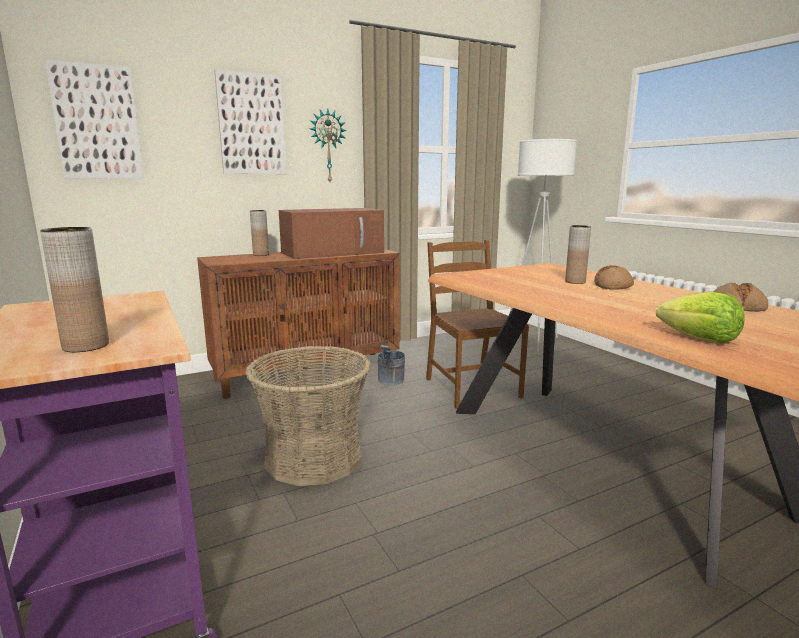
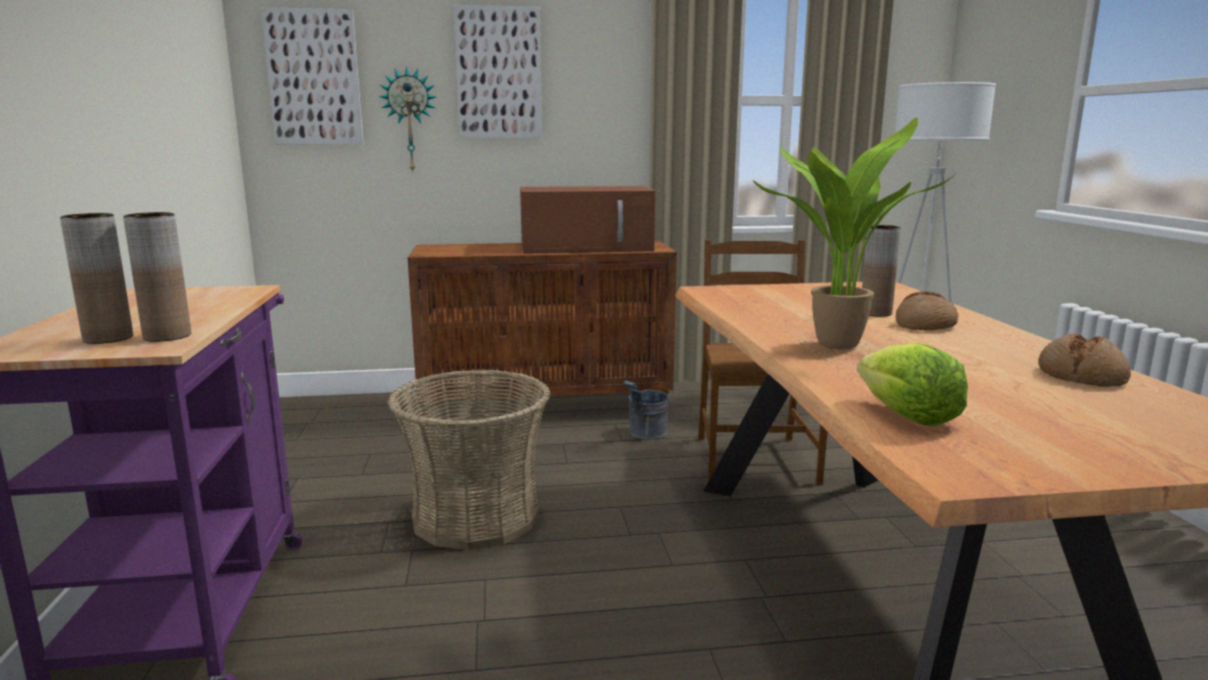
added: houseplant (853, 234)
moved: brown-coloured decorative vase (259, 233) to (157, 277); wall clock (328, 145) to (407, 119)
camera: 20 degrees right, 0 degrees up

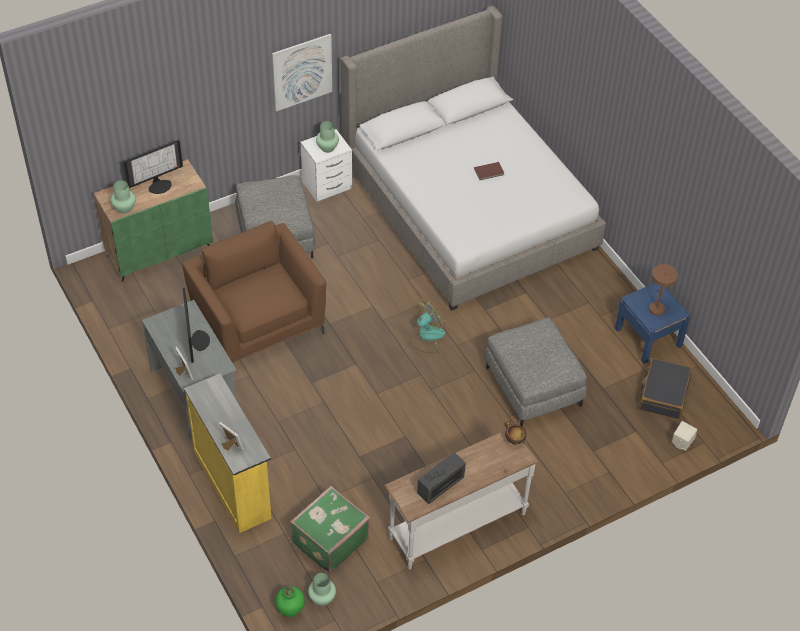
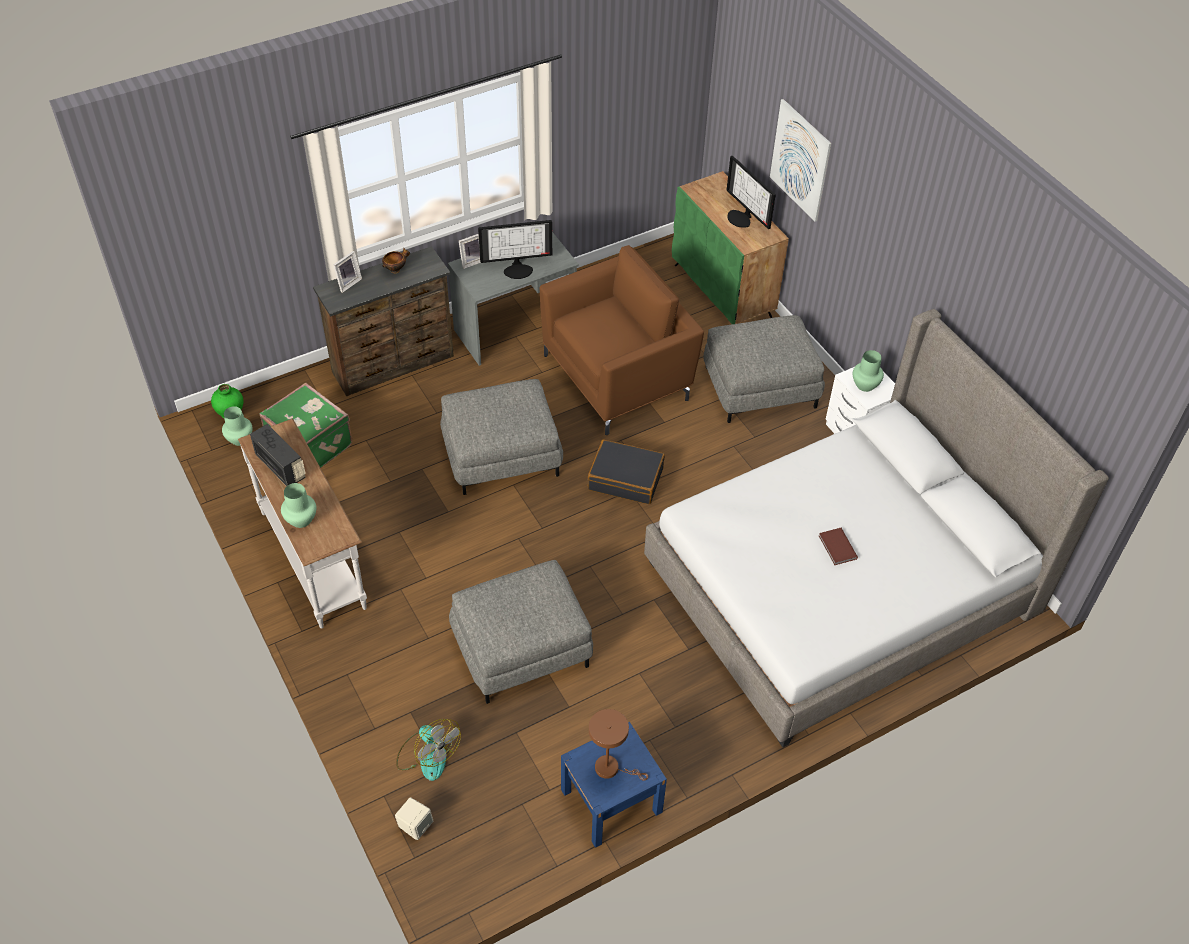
added: grey ottoman (501, 437)
moved: green decorative vase (123, 197) to (298, 505); wall art (302, 72) to (800, 160); cooling fan (427, 326) to (428, 750); bowl (515, 433) to (396, 261); black travel case (665, 388) to (626, 472)
recoloured: yellow-coloured chest of drawers (228, 453) to brown-coloured chest of drawers (383, 321)
camera: 90 degrees right, 0 degrees up

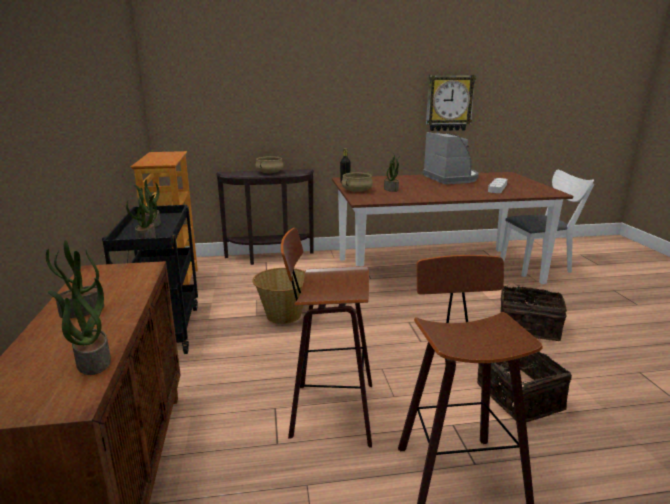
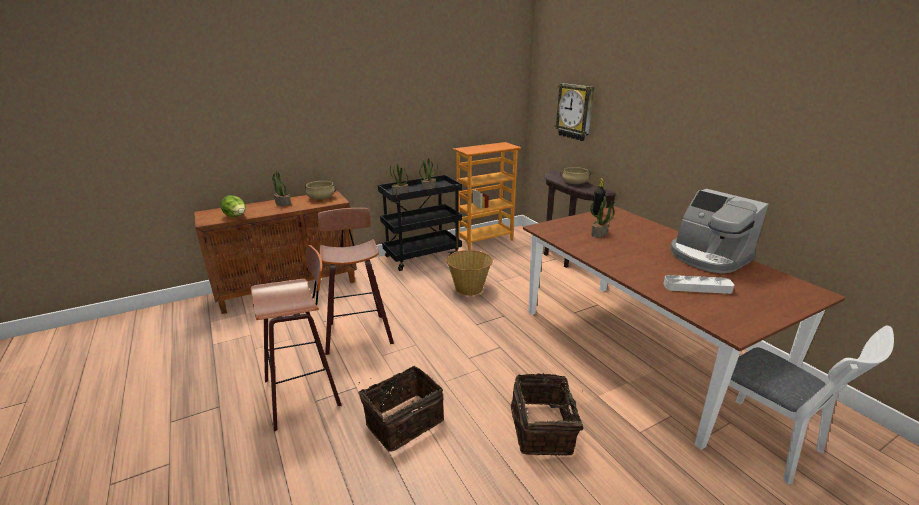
moved: beige-coloured cooking pot (357, 182) to (320, 190); wall clock (451, 103) to (574, 112)
replaced: houseplant (79, 325) to head of lettuce (233, 206)
turned: coffee machine (451, 158) = (719, 231) 90 degrees clockwise
camera: 70 degrees right, 5 degrees up

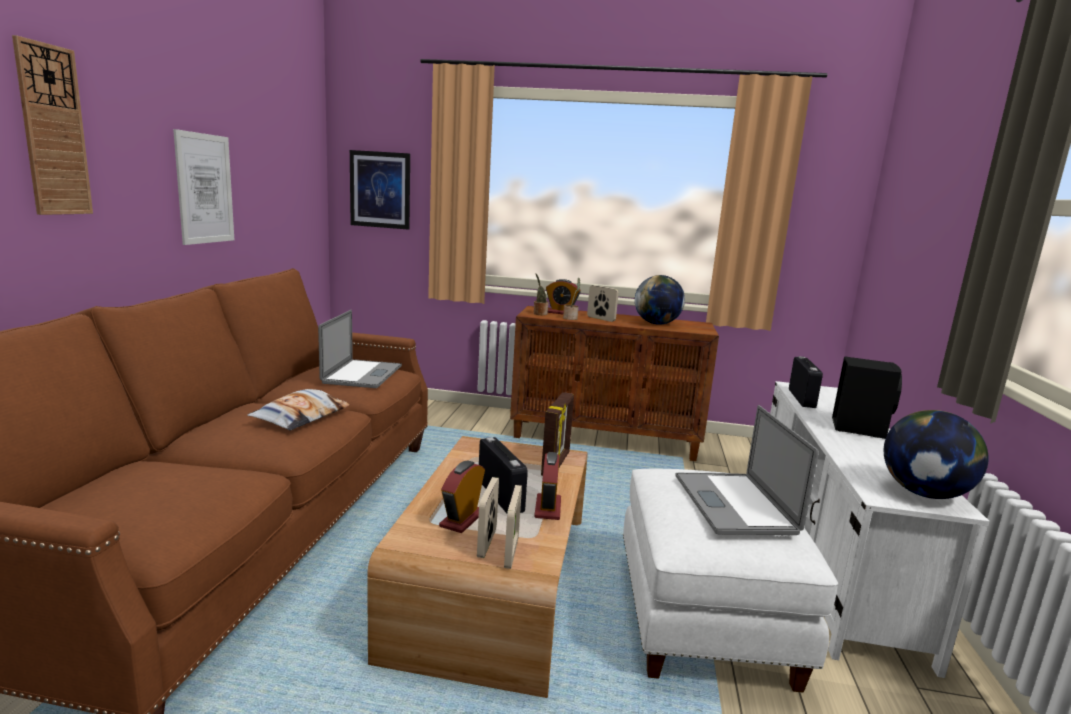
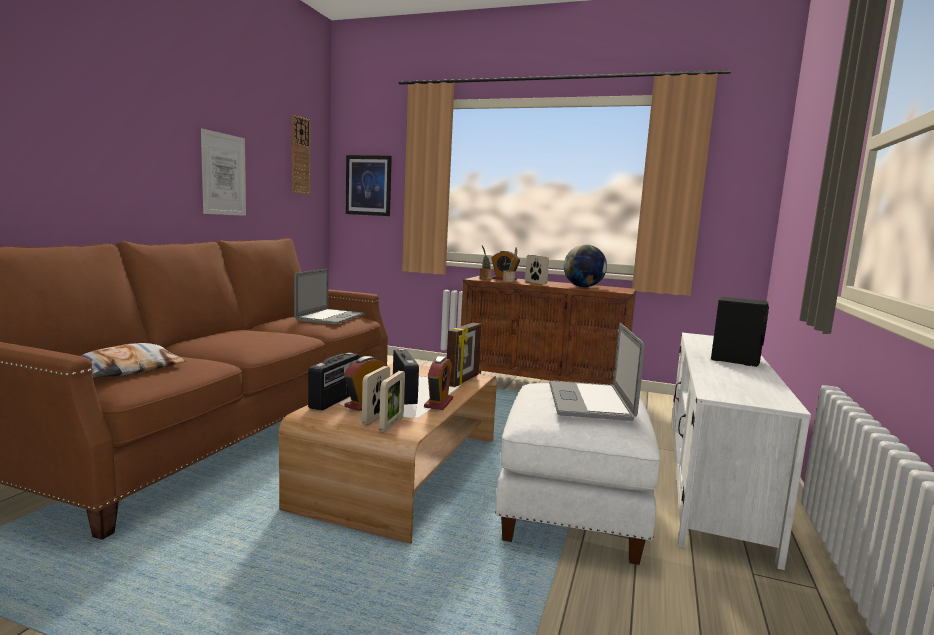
removed: globe (936, 454)
moved: wall clock (52, 125) to (301, 155); throw pillow (299, 410) to (133, 361); radio (806, 382) to (333, 382)
camera: 10 degrees right, 5 degrees down

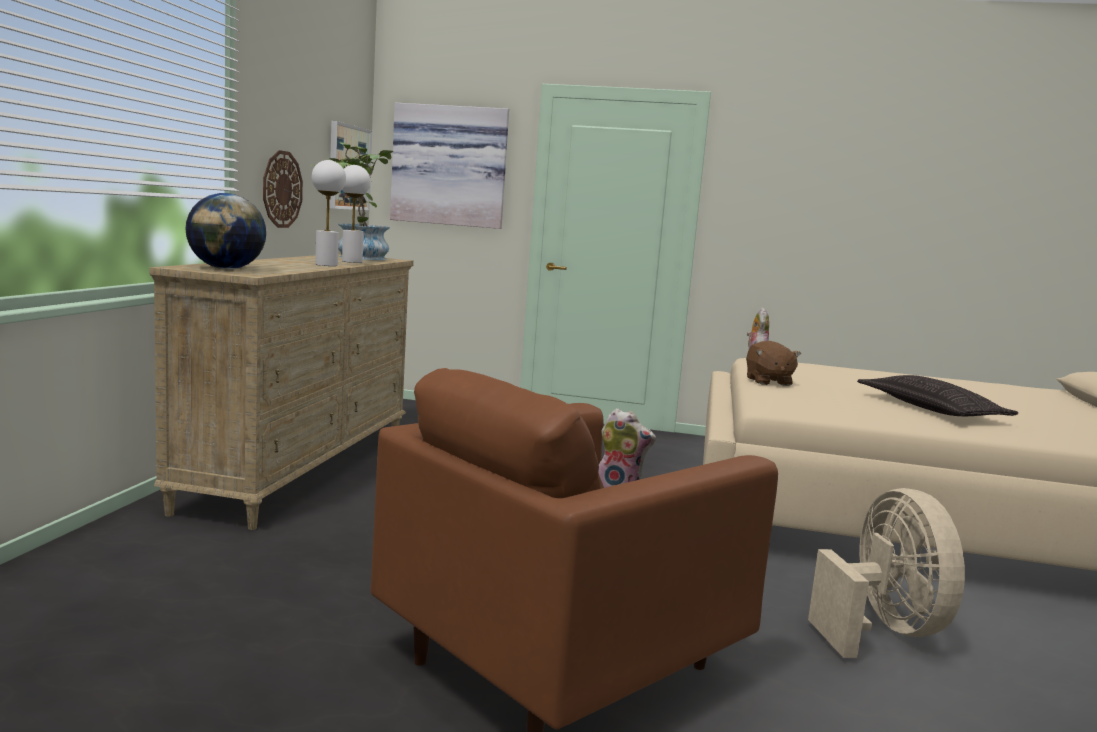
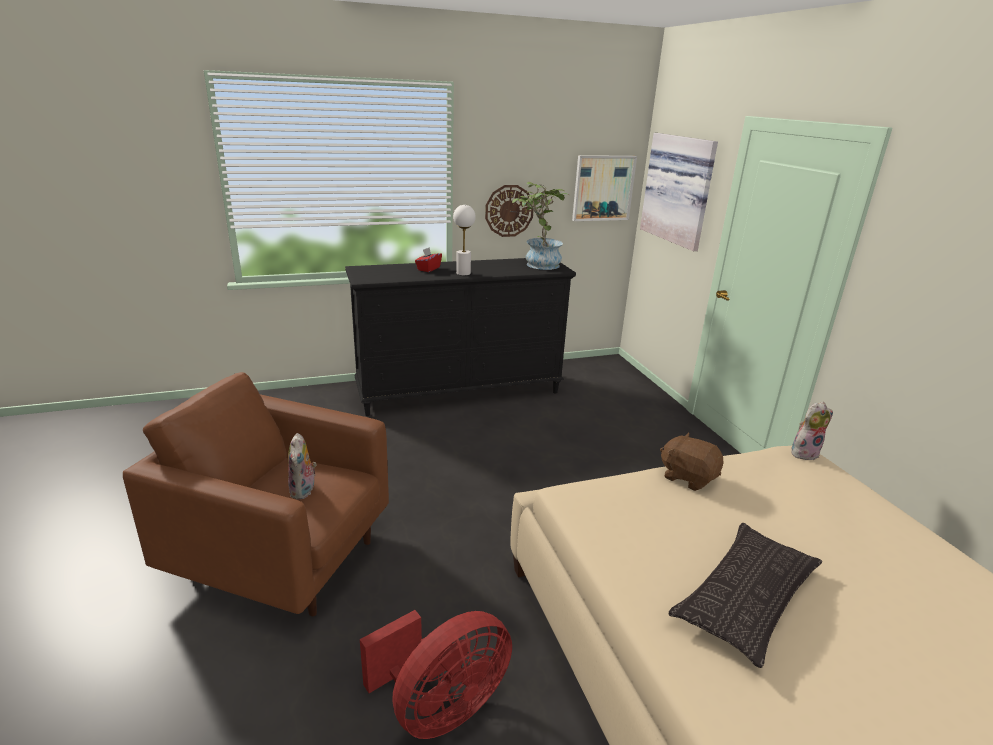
removed: globe (225, 231); white-coloured tabletop lamp (356, 214)
added: red box of tissues (428, 259)
recoloured: beige-coloured chest of drawers (281, 392) to black chest of drawers (460, 337); beige-coloured cooling fan (886, 573) to red cooling fan (436, 674)
turned: brown-coloured cuddly toy (773, 363) = (692, 461) 75 degrees clockwise
camera: 60 degrees right, 15 degrees up

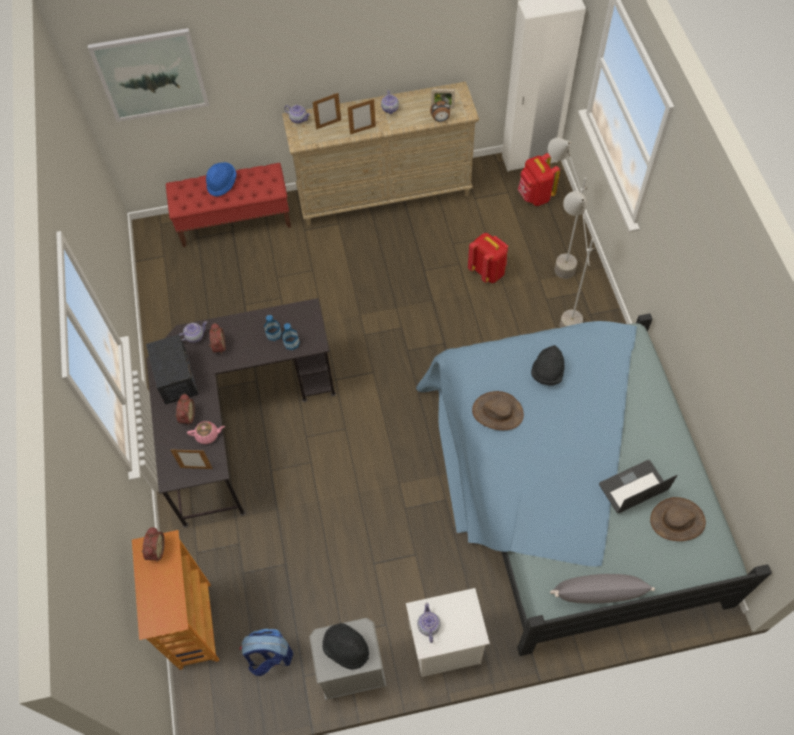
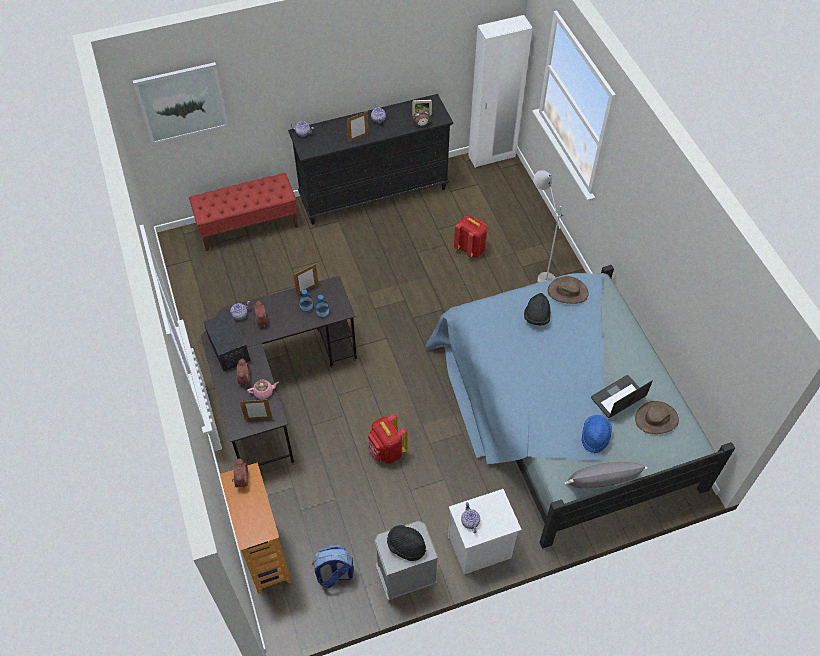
removed: grey floor lamp (568, 208)
moved: bluish hat (221, 179) to (597, 434); picture frame (326, 111) to (306, 279); brown-coloured hat (498, 410) to (568, 290); red knapsack (539, 179) to (387, 439)
recoloured: beige-coloured chest of drawers (380, 153) to black chest of drawers (370, 159)
camera: 10 degrees left, 5 degrees down

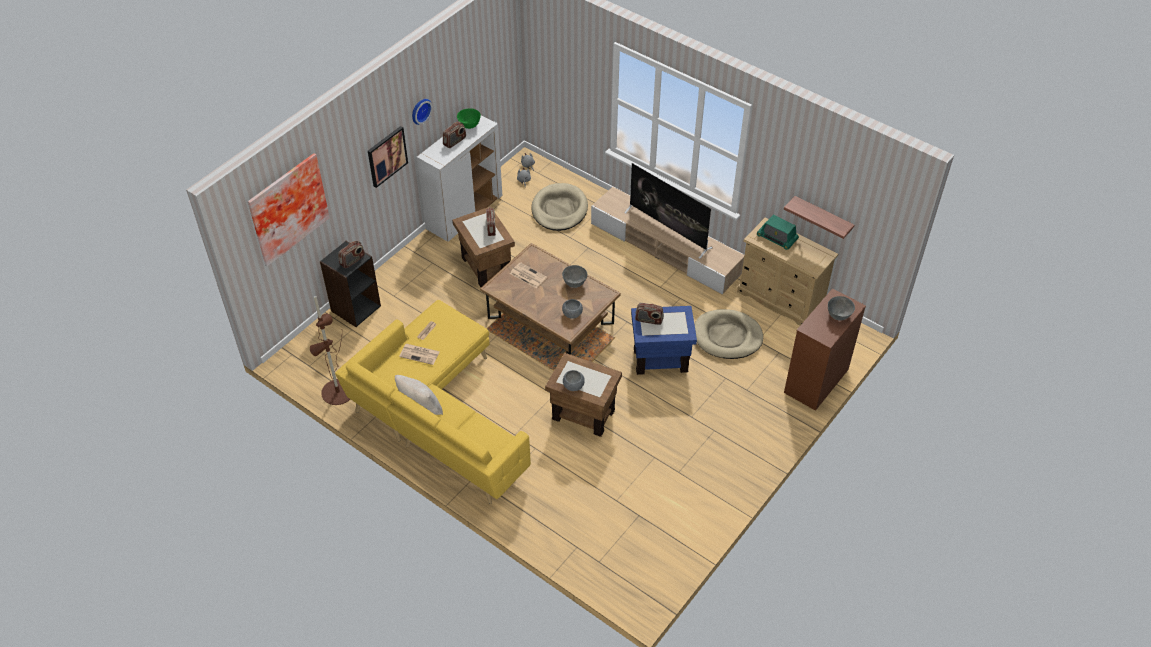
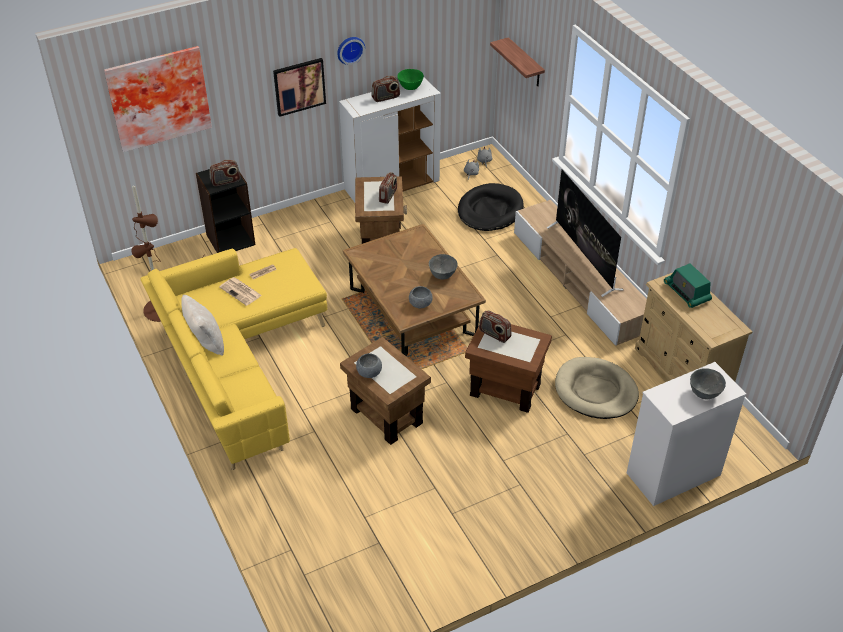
removed: daily paper (528, 275)
moved: shelf (819, 217) to (517, 61)
recoloured: beige-coloured dog cushion (559, 207) to black dog cushion (491, 207); bluish accent table (664, 340) to brown-coloured accent table (508, 368); brown-coloured chest of drawers (825, 349) to white-coloured chest of drawers (686, 434)
camera: 25 degrees right, 5 degrees down

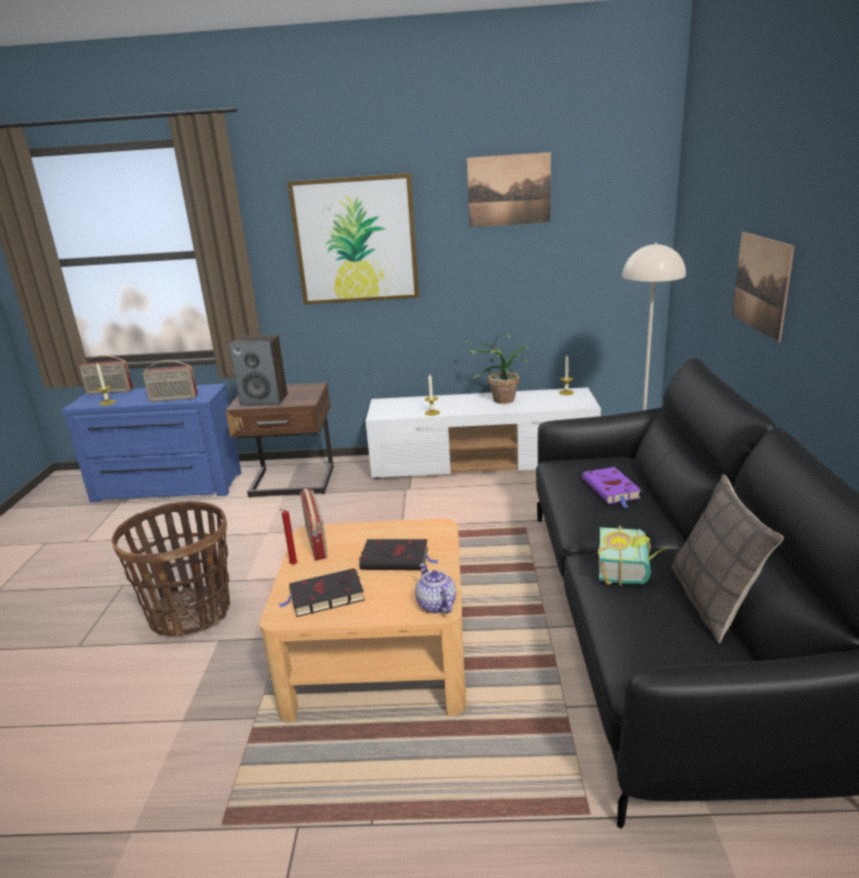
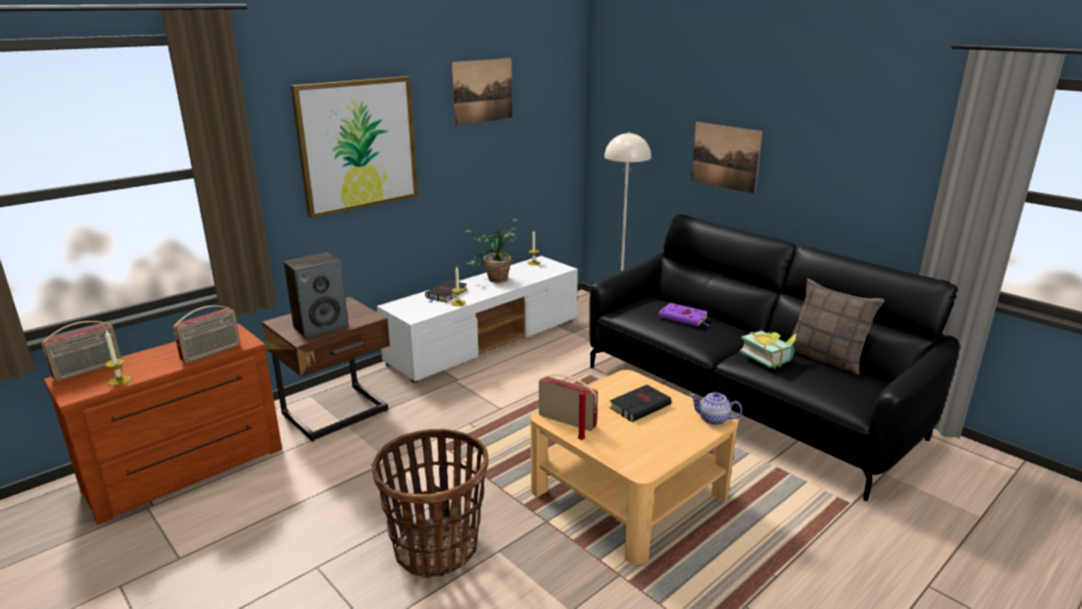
moved: black book (322, 592) to (446, 291)
recoloured: bluish chest of drawers (151, 443) to brown-coloured chest of drawers (163, 424)
camera: 45 degrees left, 0 degrees up

